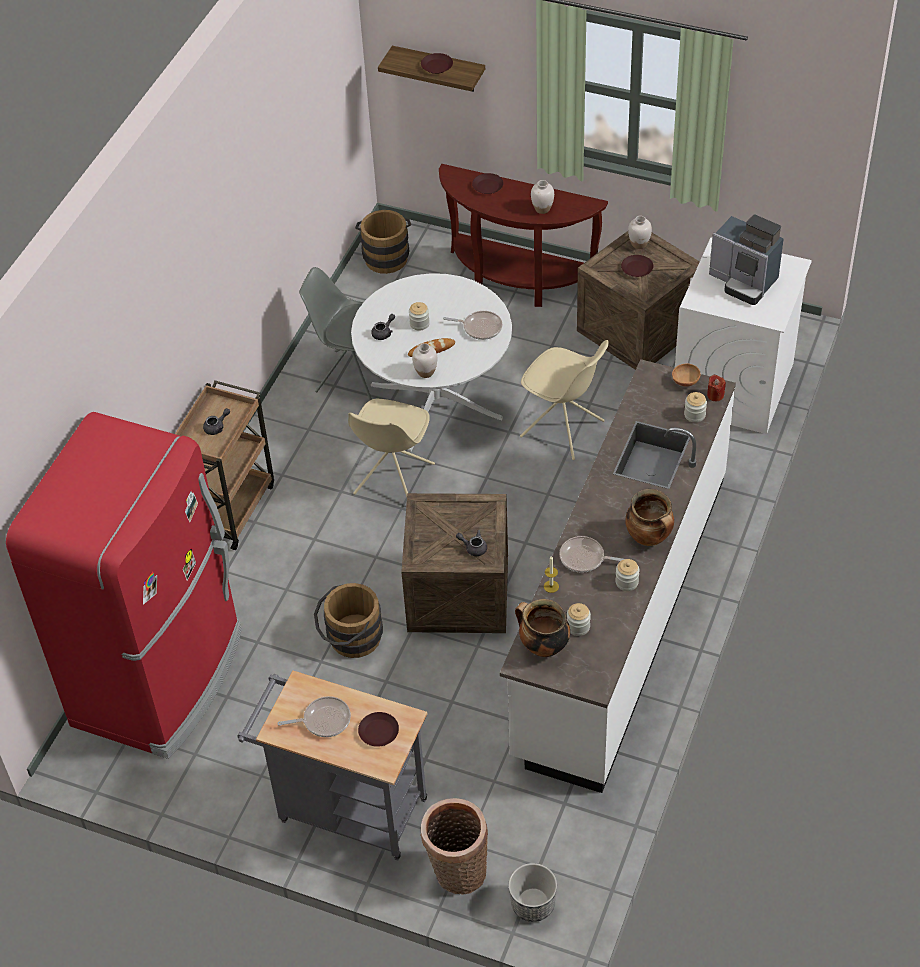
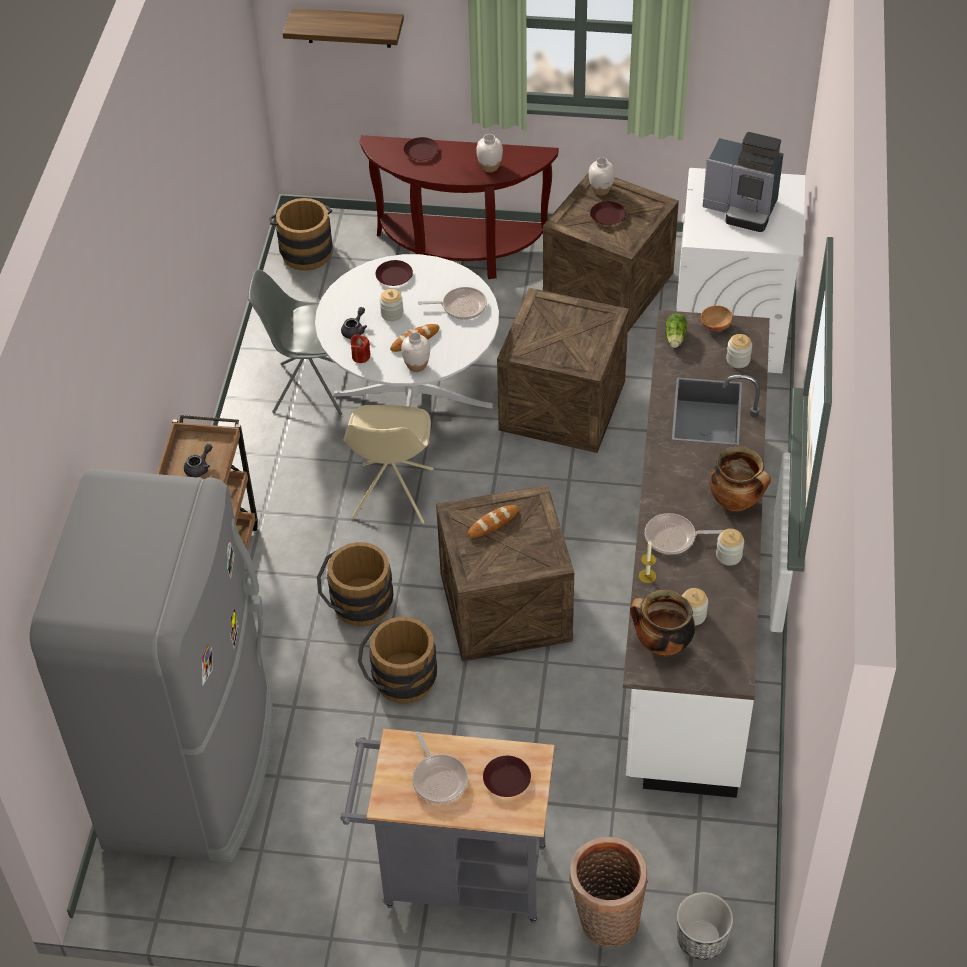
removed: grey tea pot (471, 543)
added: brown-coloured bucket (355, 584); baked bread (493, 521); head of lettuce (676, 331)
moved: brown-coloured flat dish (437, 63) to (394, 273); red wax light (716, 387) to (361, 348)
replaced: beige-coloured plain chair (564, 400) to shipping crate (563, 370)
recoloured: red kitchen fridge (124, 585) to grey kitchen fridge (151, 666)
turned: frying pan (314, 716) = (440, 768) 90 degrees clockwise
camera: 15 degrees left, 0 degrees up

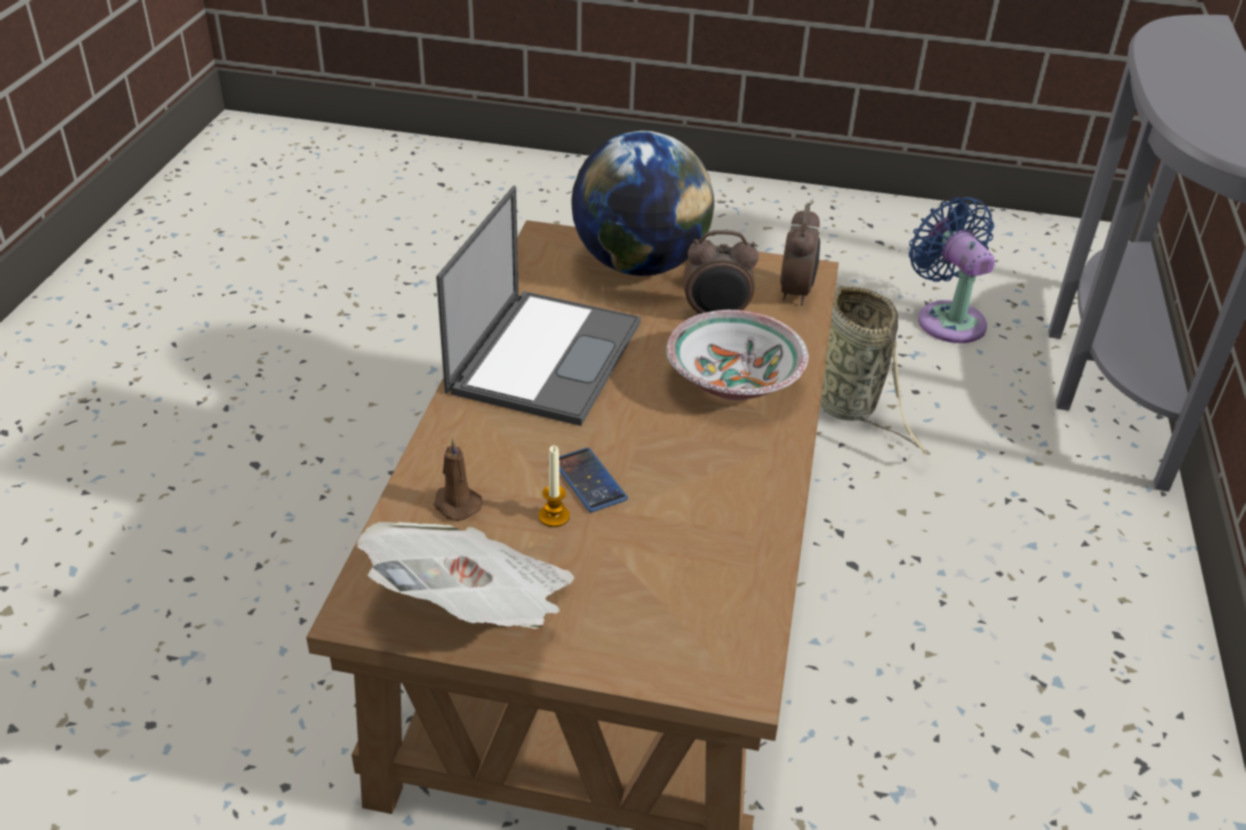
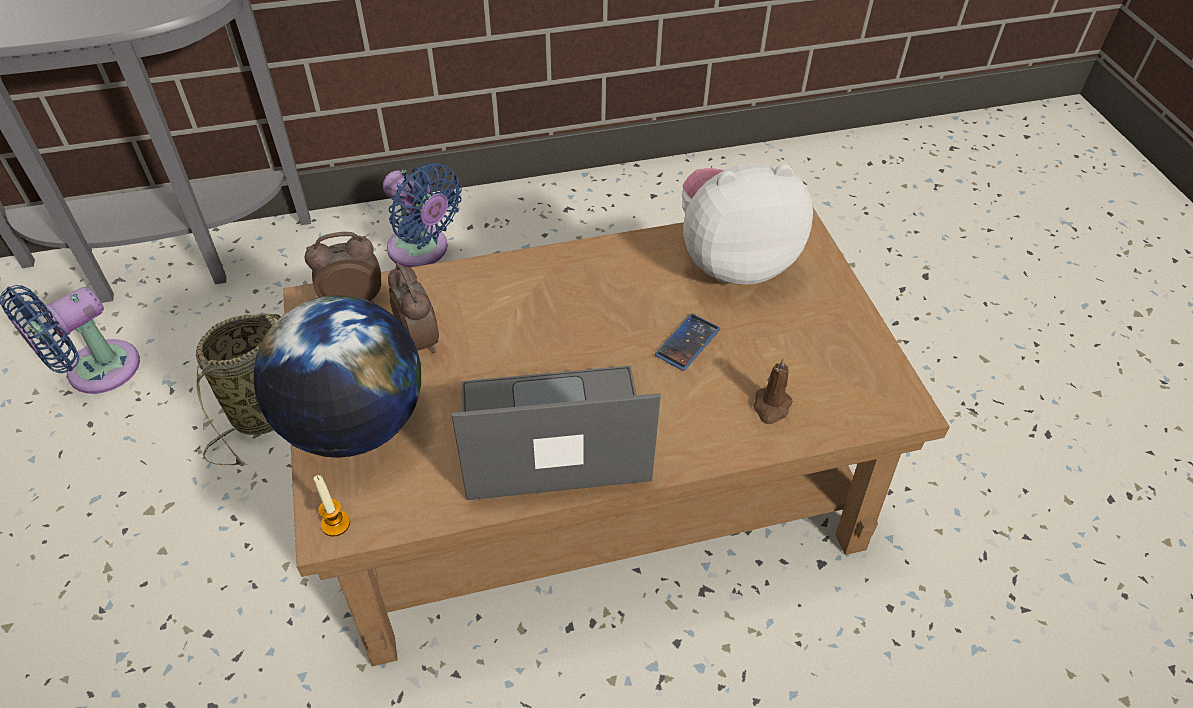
removed: daily paper (465, 575); bowl (737, 355)
added: bluish cooling fan (422, 215); cuddly toy (747, 223)
moved: wax light (554, 486) to (332, 505)
camera: 115 degrees left, 10 degrees up

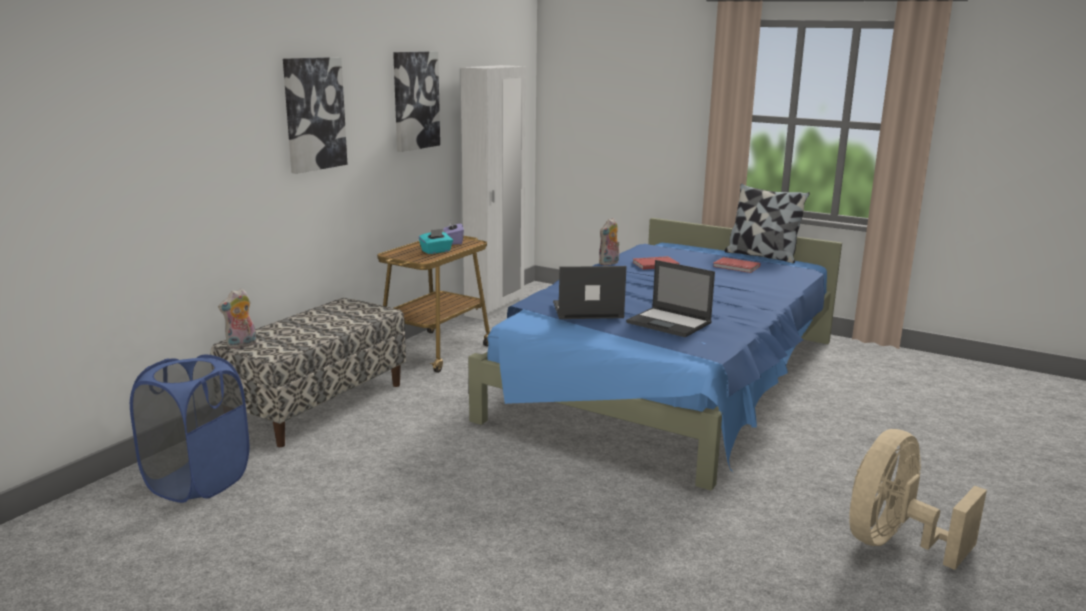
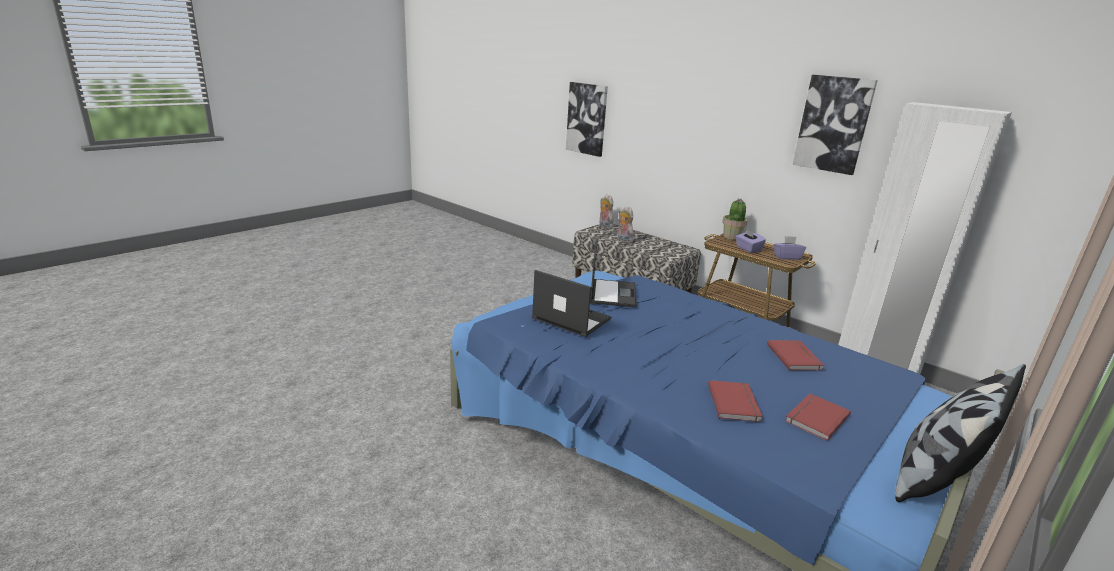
removed: bluish laundry basket (189, 429); beige-coloured cooling fan (918, 499)
added: red book (735, 401); houseplant (735, 219)
moved: wall art (315, 115) to (587, 119); cuddly toy (609, 242) to (625, 224)
recoloured: blue-green box of tissues (436, 241) to purple box of tissues (751, 240)
turned: laptop (670, 298) = (572, 303) 75 degrees clockwise
camera: 100 degrees right, 5 degrees up

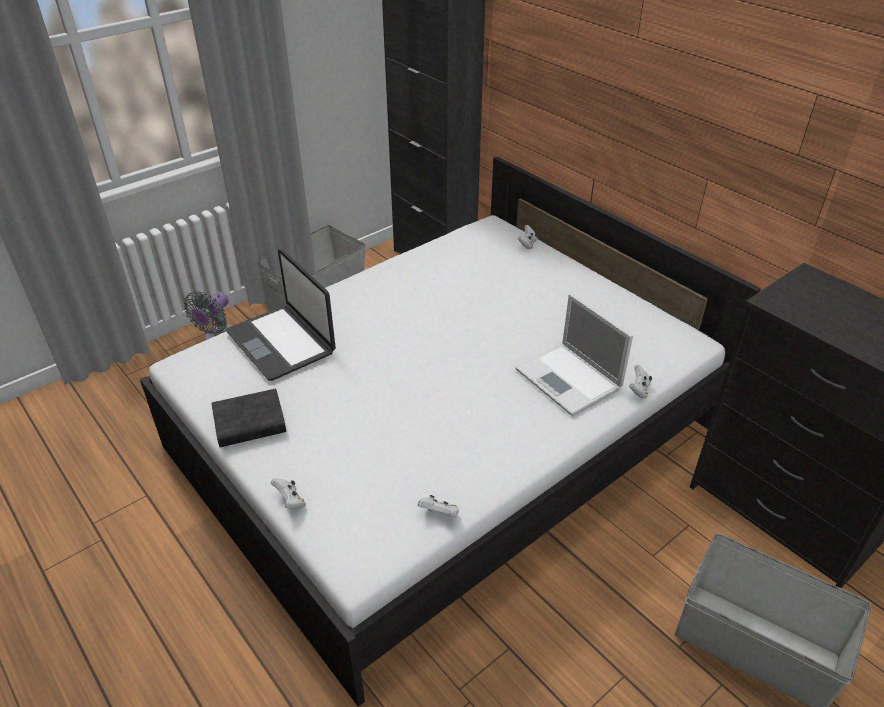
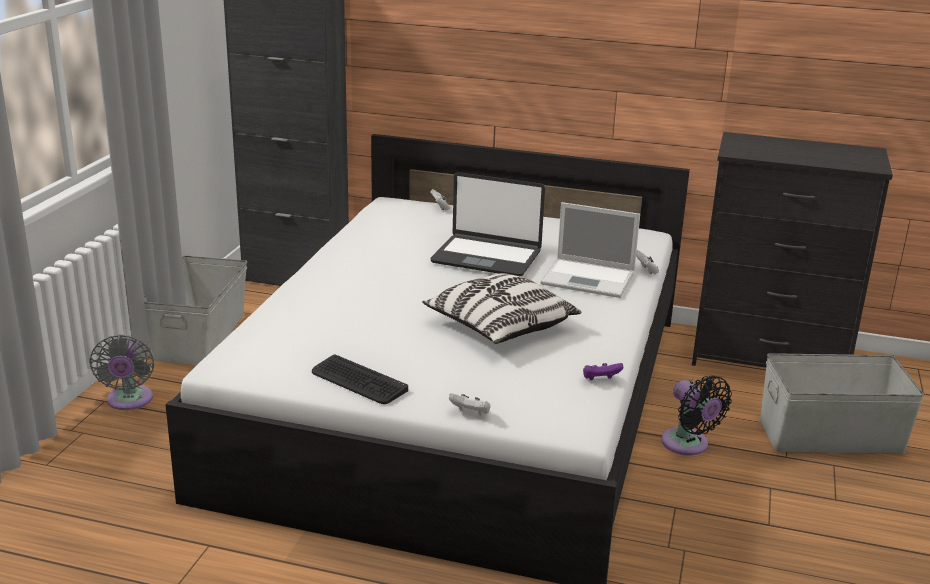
added: throw pillow (502, 308); black cooling fan (696, 415)
moved: laptop (281, 315) to (488, 224)
replaced: black book (249, 418) to PC keyboard (360, 379)
recoloured: white-coloured joypad (438, 506) to purple joypad (603, 371)
camera: 35 degrees left, 15 degrees down

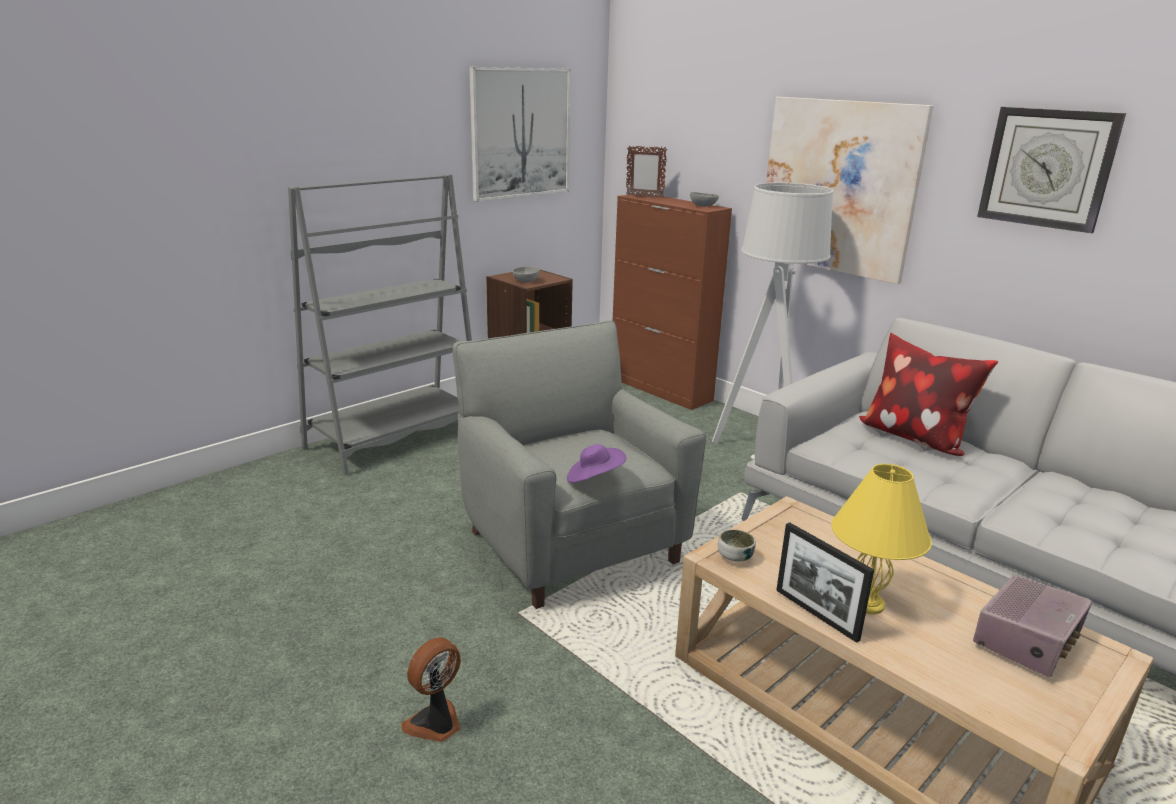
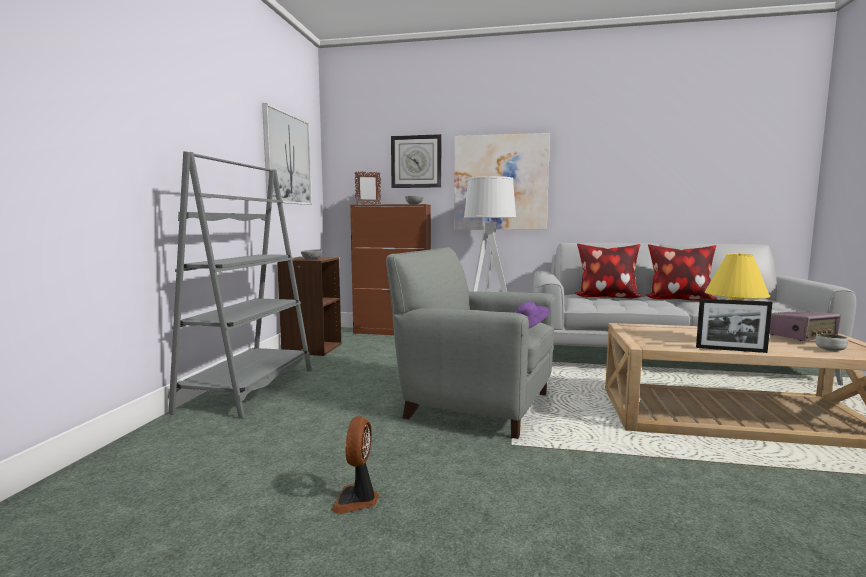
added: throw pillow (681, 272)
moved: cooling fan (431, 689) to (355, 465); bowl (737, 546) to (831, 343); wall clock (1051, 170) to (416, 161)
turned: radio (1032, 626) = (805, 326) 60 degrees clockwise
camera: 35 degrees left, 15 degrees down

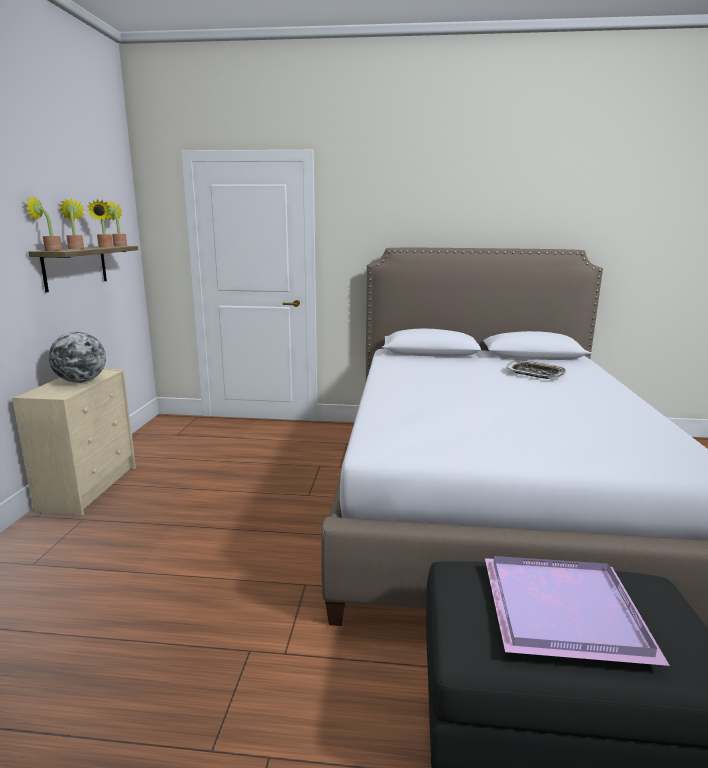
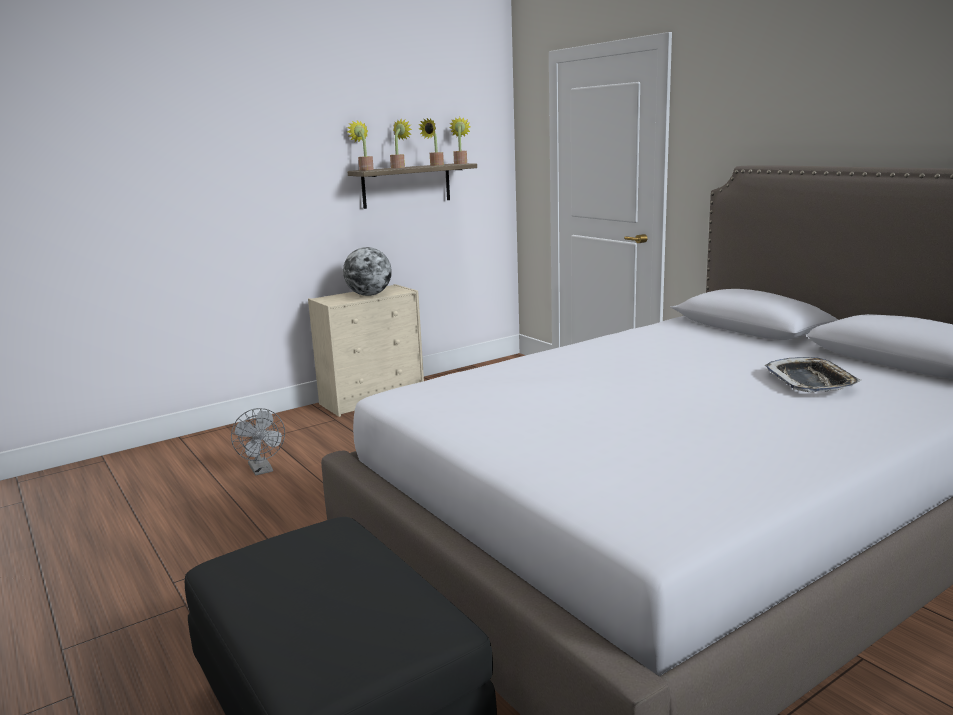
removed: purple carrying tray (577, 611)
added: grey cooling fan (258, 442)
camera: 50 degrees right, 0 degrees up

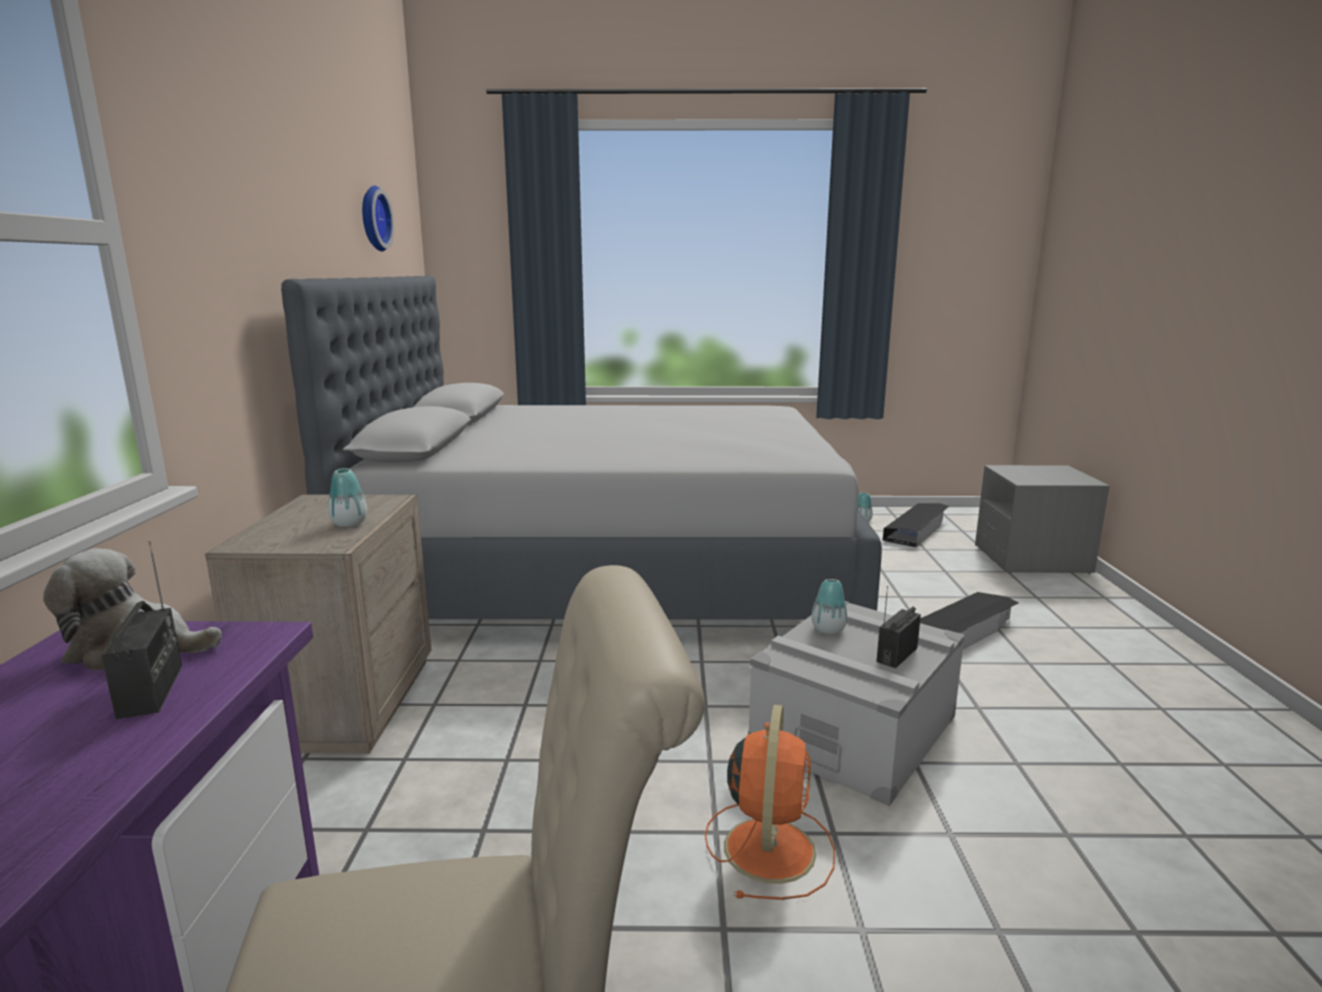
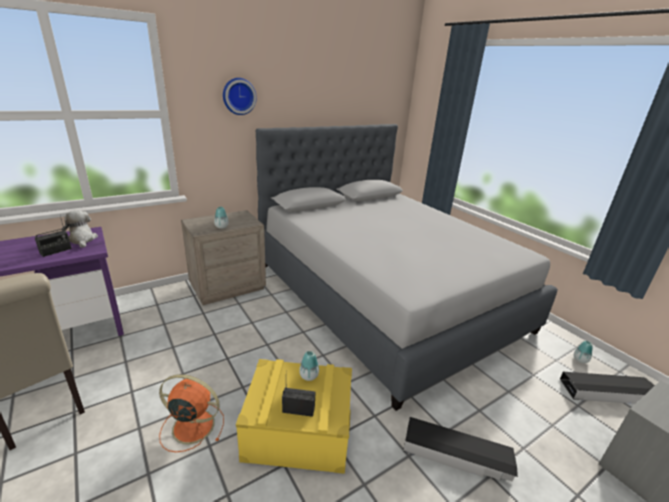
moved: wall clock (378, 218) to (240, 96)
recoloured: grey storage box (856, 703) to yellow-coloured storage box (294, 416)
turned: orange cooling fan (770, 802) = (191, 413) 150 degrees counterclockwise
camera: 55 degrees right, 10 degrees up

